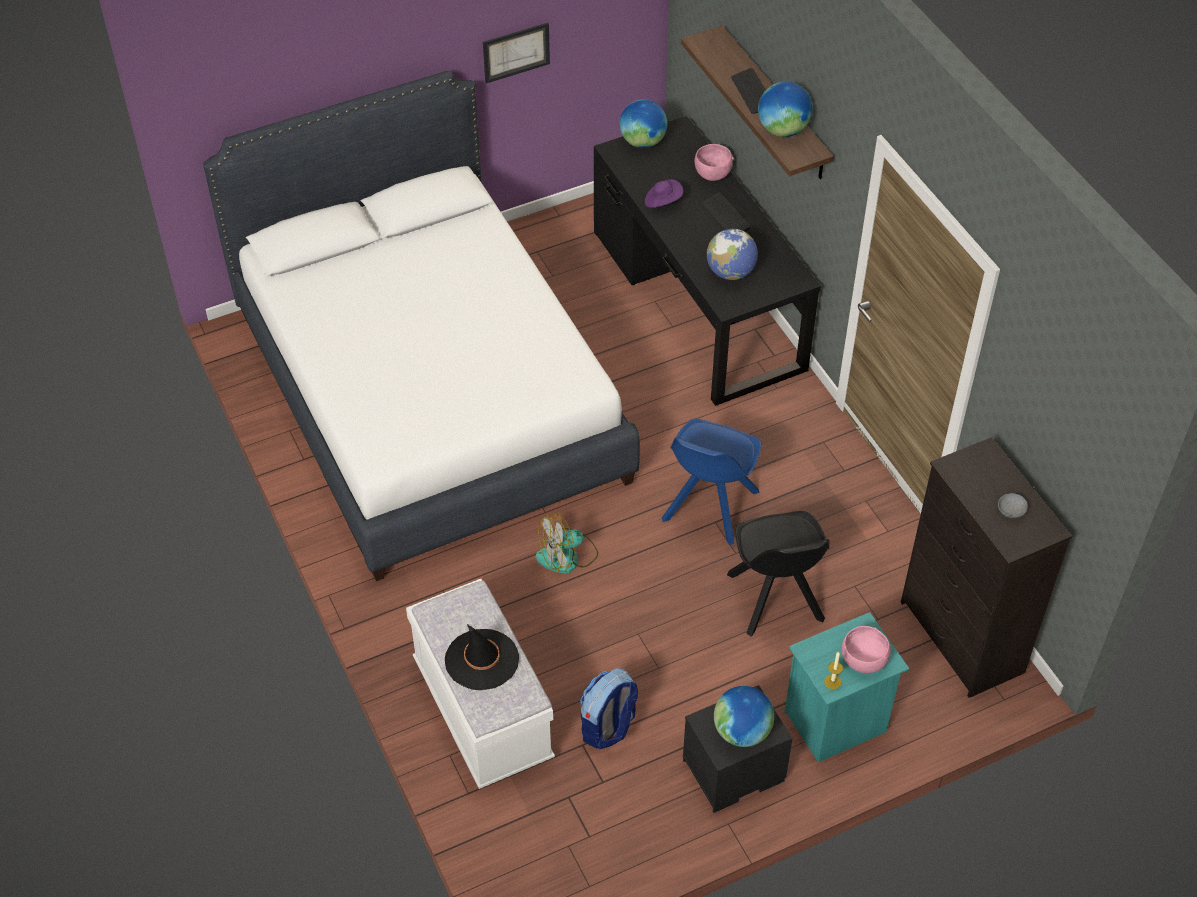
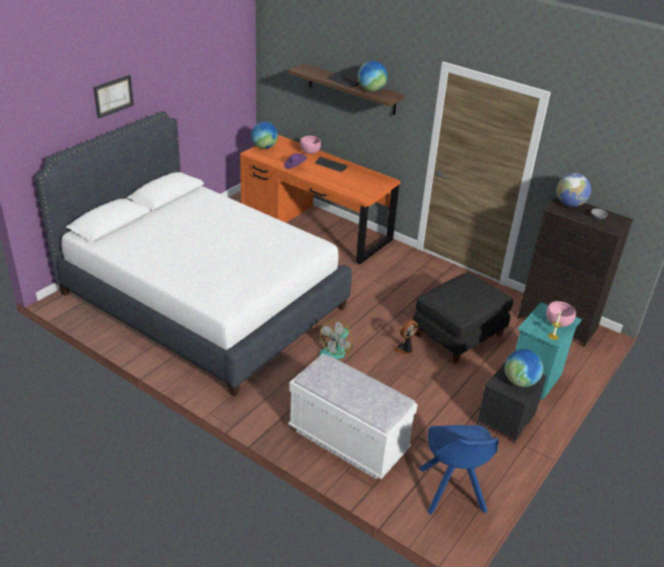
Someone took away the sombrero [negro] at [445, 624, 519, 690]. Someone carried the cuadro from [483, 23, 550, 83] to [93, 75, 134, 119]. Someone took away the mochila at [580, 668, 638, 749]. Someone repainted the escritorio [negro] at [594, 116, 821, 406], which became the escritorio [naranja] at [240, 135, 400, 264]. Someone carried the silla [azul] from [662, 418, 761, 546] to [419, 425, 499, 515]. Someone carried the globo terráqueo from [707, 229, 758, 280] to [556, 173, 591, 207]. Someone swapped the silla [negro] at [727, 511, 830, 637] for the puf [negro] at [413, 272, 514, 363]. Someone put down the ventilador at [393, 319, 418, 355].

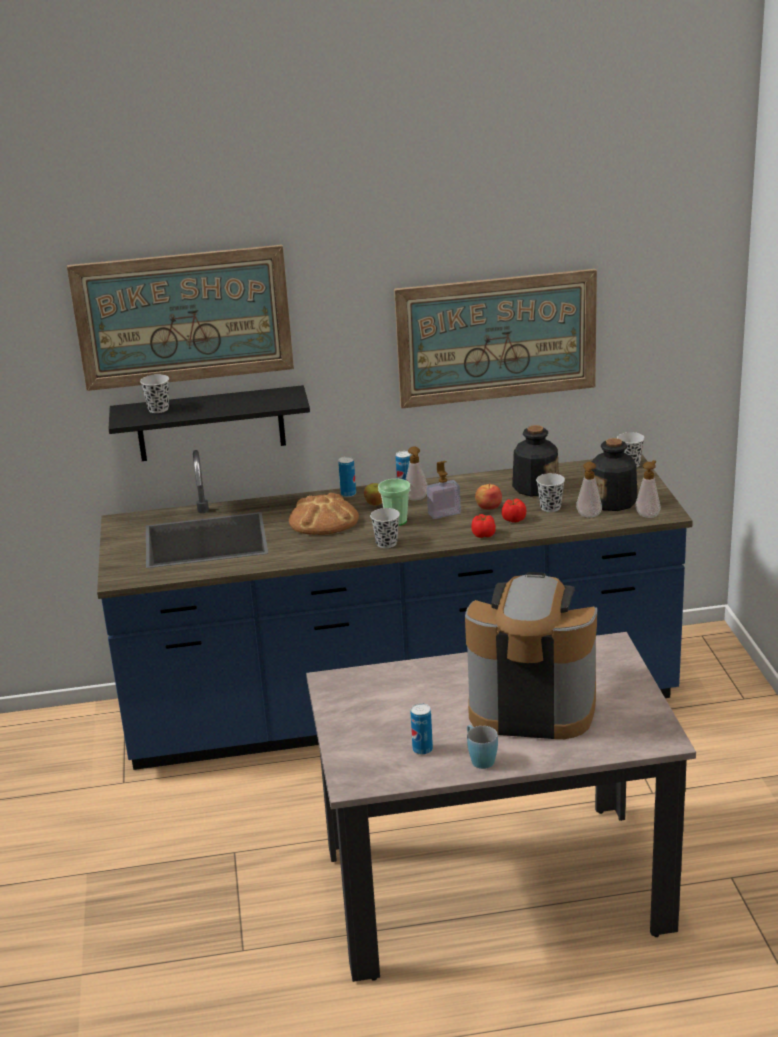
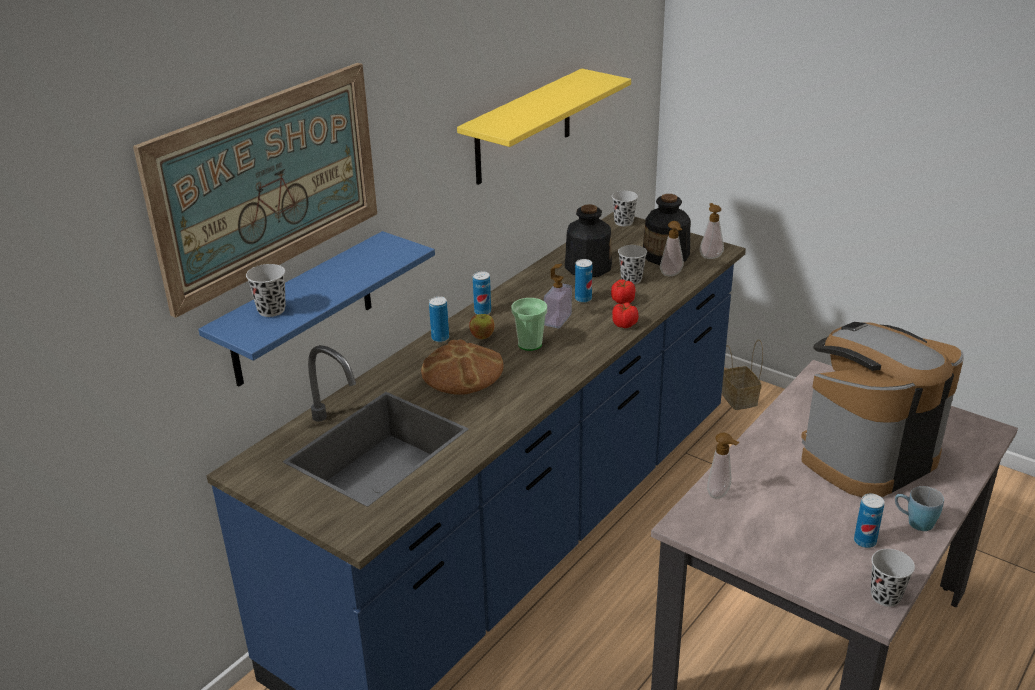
Someone repainted the estante [negro] at [109, 385, 310, 461], which became the estante [azul] at [198, 231, 435, 387]. Someone carried the taza [negro] from [370, 508, 400, 548] to [871, 549, 915, 607]. Someone swapped the cuadro at [394, 269, 597, 408] for the estante [amarillo] at [457, 69, 631, 185]. Someone carried the dispensador de jabón from [406, 446, 428, 500] to [707, 433, 739, 499]. Someone swapped the manzana at [475, 484, 502, 510] for the lata at [575, 259, 592, 303]. Someone put down the cesta at [722, 339, 763, 410].

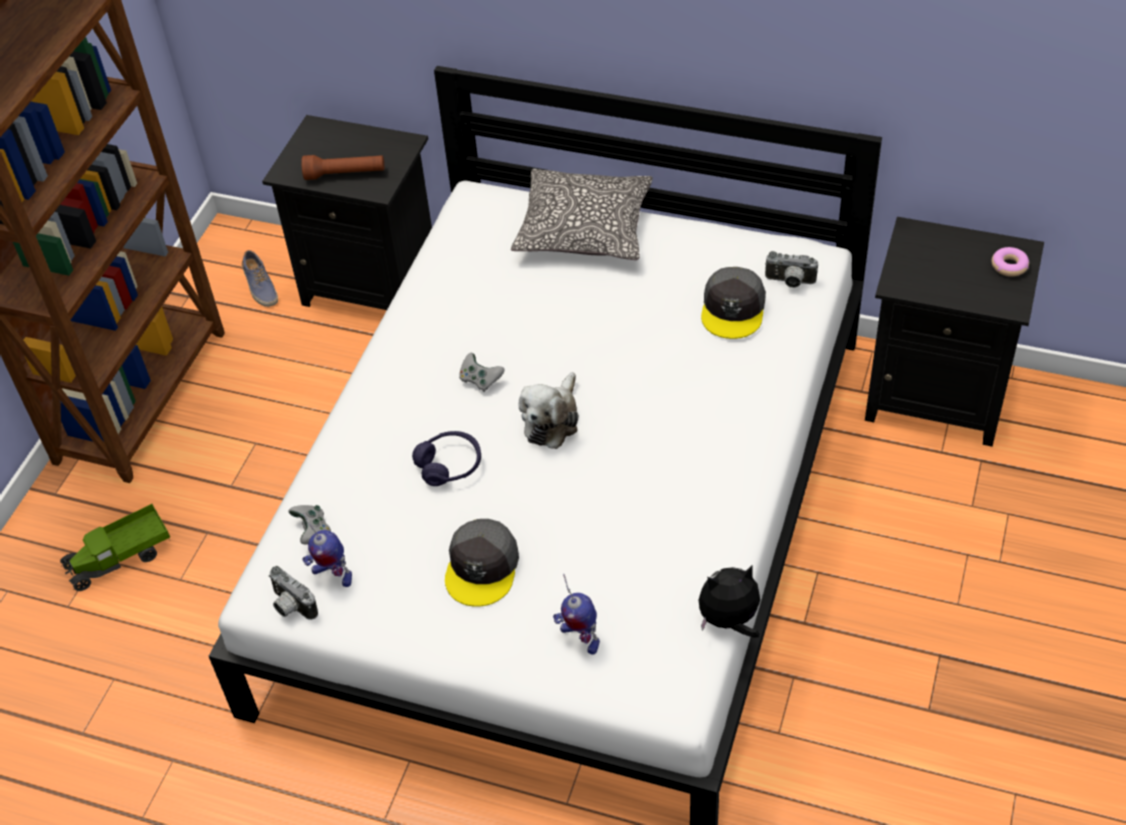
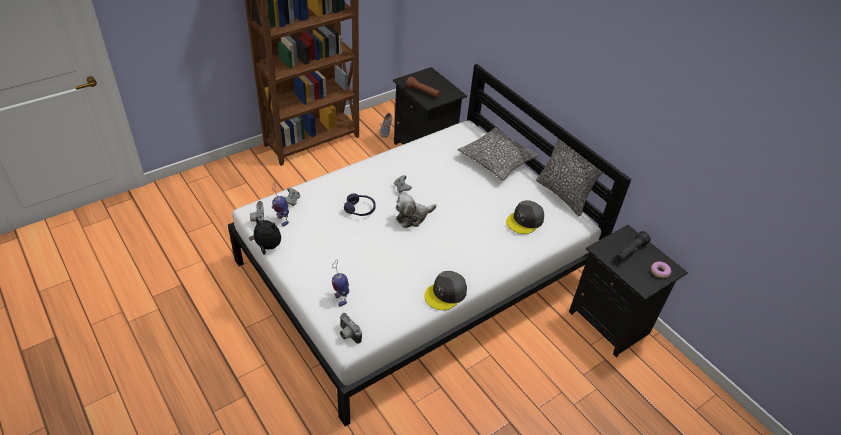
Someone took away the camión de juguete at [60, 504, 170, 591]. Someone carried the gorra [gris] from [445, 519, 519, 607] to [424, 271, 467, 310]. Someone carried the peluche from [699, 564, 760, 637] to [249, 217, 281, 255]. Someone carried the cámara from [765, 251, 818, 288] to [340, 313, 362, 344]. Someone put down the cojín at [536, 138, 603, 216]. Someone put down the linterna [negro] at [615, 231, 651, 262].

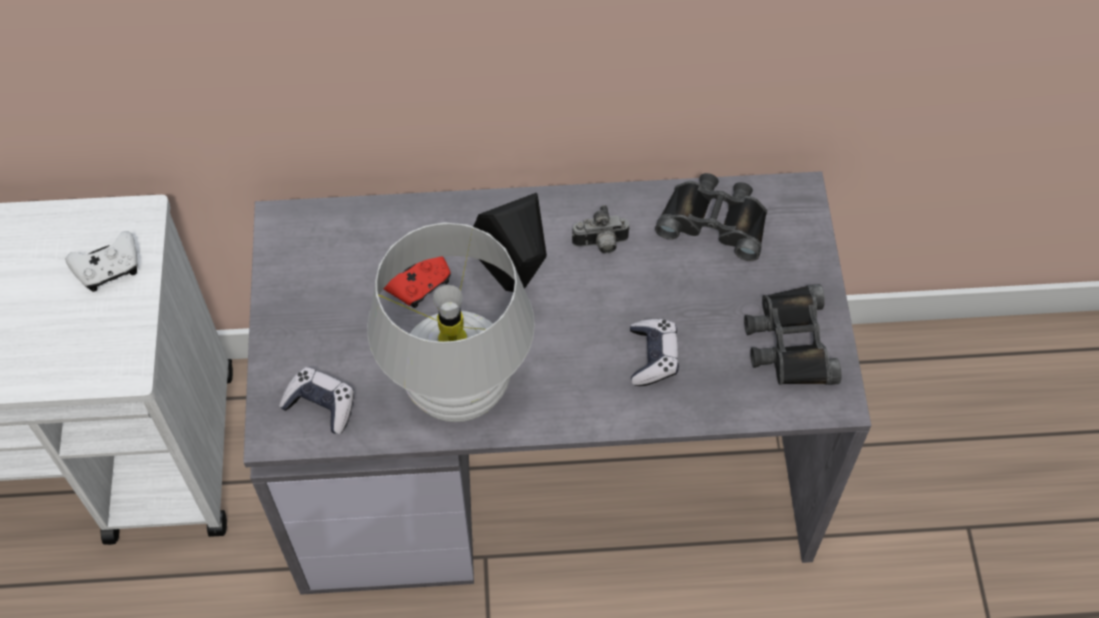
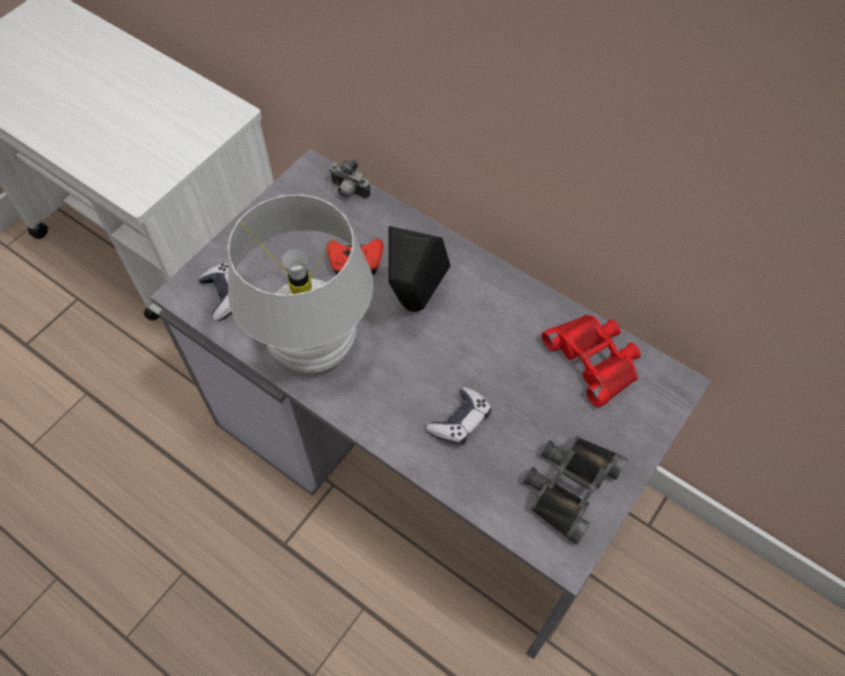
Someone took away the mando de consola [blanco] at [65, 231, 138, 292]. Someone carried the cámara from [572, 205, 630, 254] to [329, 159, 370, 199]. Someone repainted the prismáticos [negro] at [655, 173, 767, 261], which became the prismáticos [rojo] at [542, 315, 641, 408].

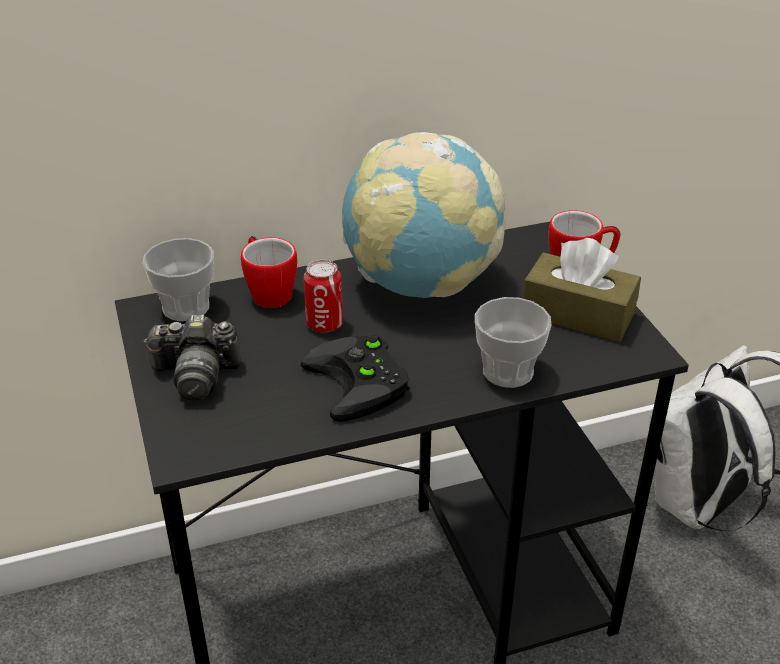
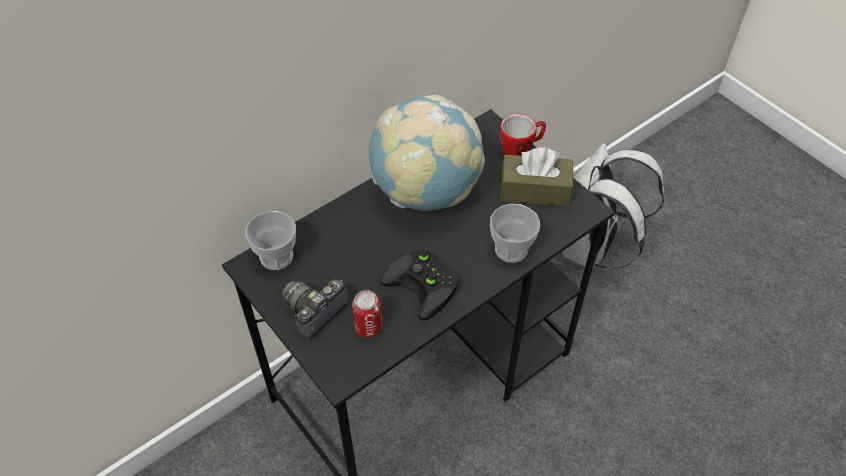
Someone rotated the cámara at [144, 314, 240, 400] by 150 degrees clockwise. Someone took away the taza grande at [241, 236, 297, 308]. Someone carried the lata from [304, 260, 343, 332] to [352, 290, 382, 338].

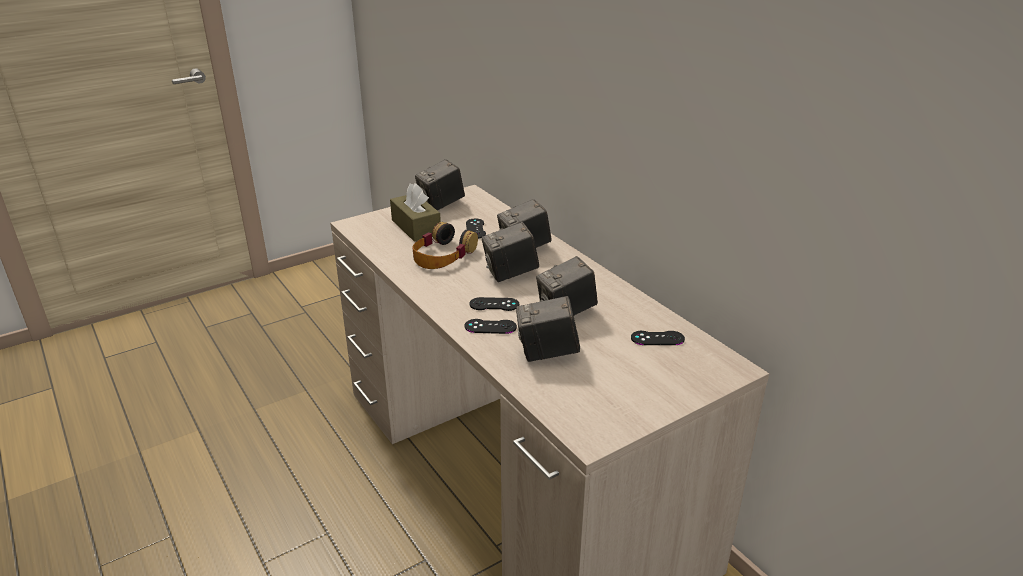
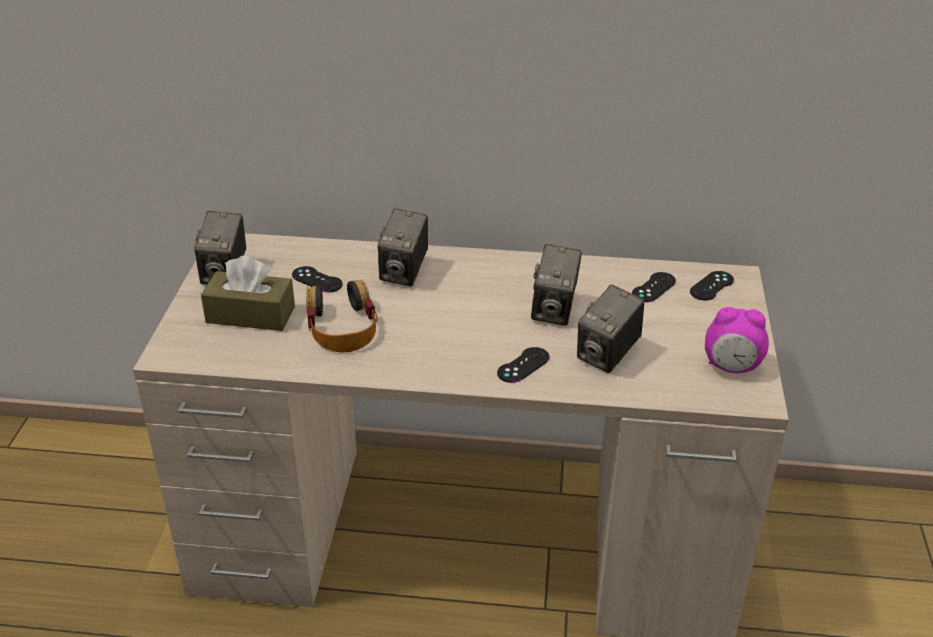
Someone carried the mando de consola [negro] from [469, 297, 519, 311] to [690, 271, 734, 301]. Someone took away the cámara at [482, 222, 539, 282]. Someone put down the despertador at [705, 307, 769, 373].

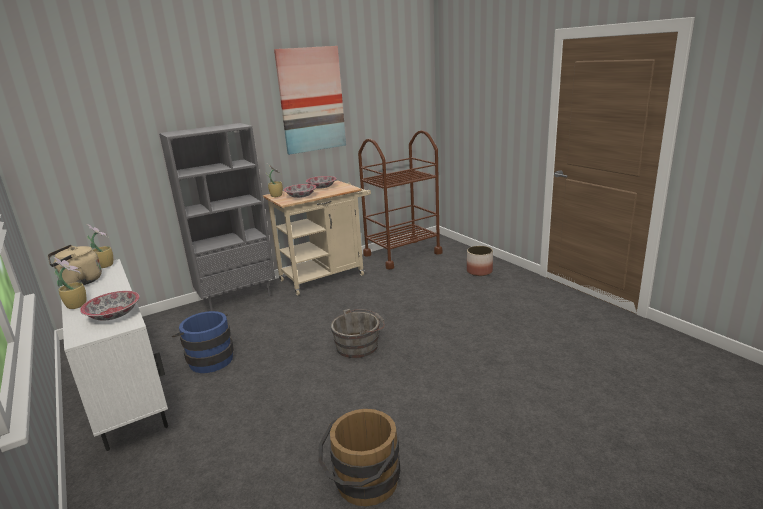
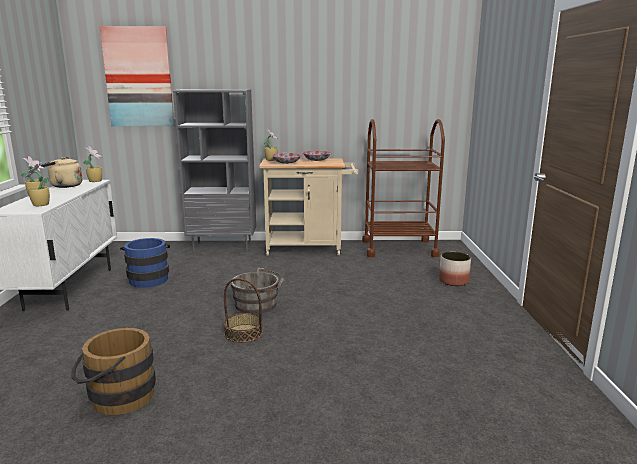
Someone swapped the cuenco at [80, 291, 140, 321] for the planta en maceta at [24, 162, 50, 206]. Someone carried the cuadro from [274, 46, 346, 155] to [100, 26, 174, 126]. Someone put down the cesta at [224, 278, 263, 343].

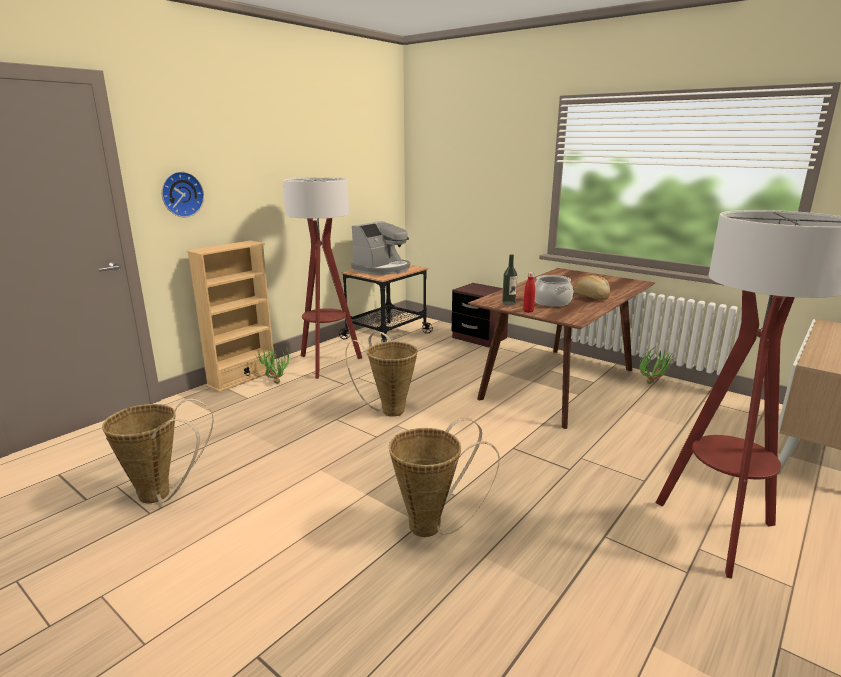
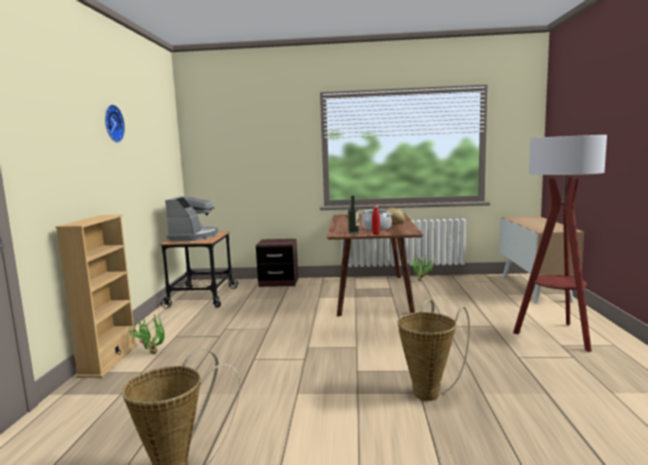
Someone carried the reloj de pared from [161, 171, 204, 217] to [105, 104, 125, 143]. Someone took away the lámpara de pie at [283, 177, 362, 379]. Someone took away the cesta at [345, 332, 418, 417].

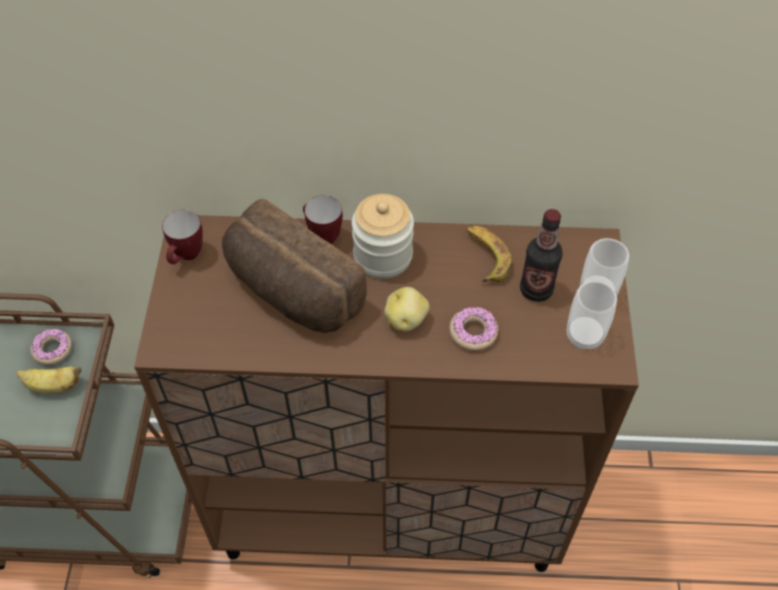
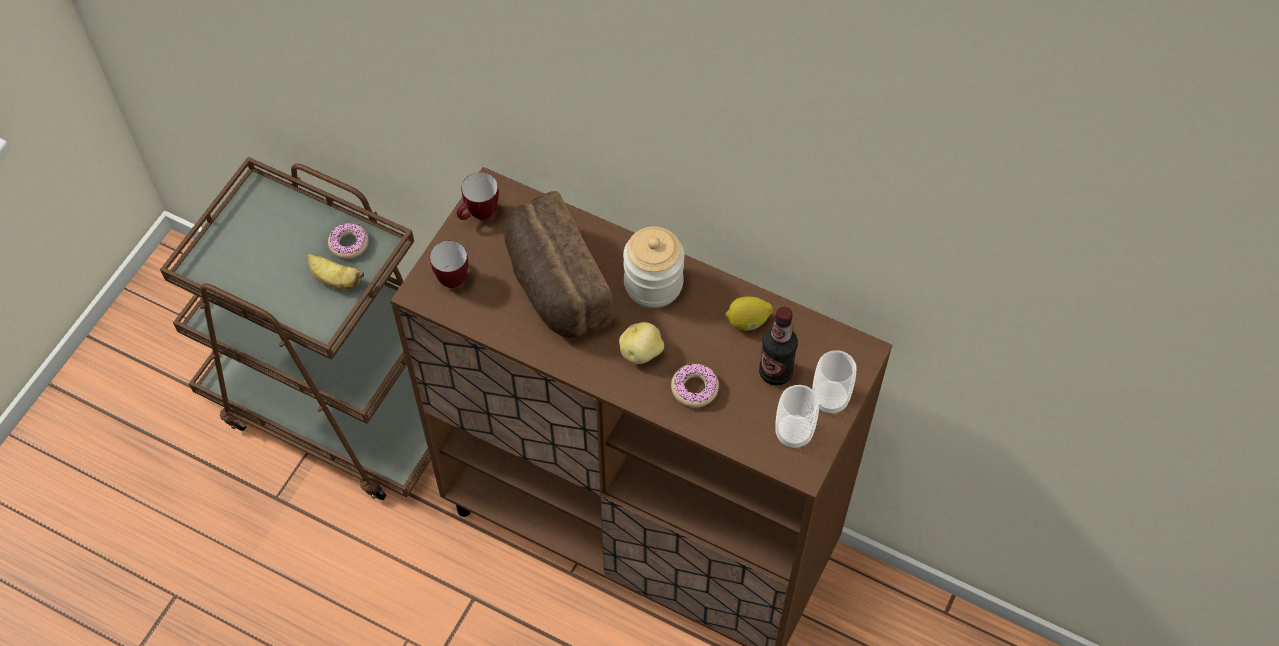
Someone carried the taza grande from [303, 195, 343, 244] to [430, 240, 468, 288]. Someone swapped the plátano at [466, 226, 513, 282] for the limón at [725, 297, 773, 331].

